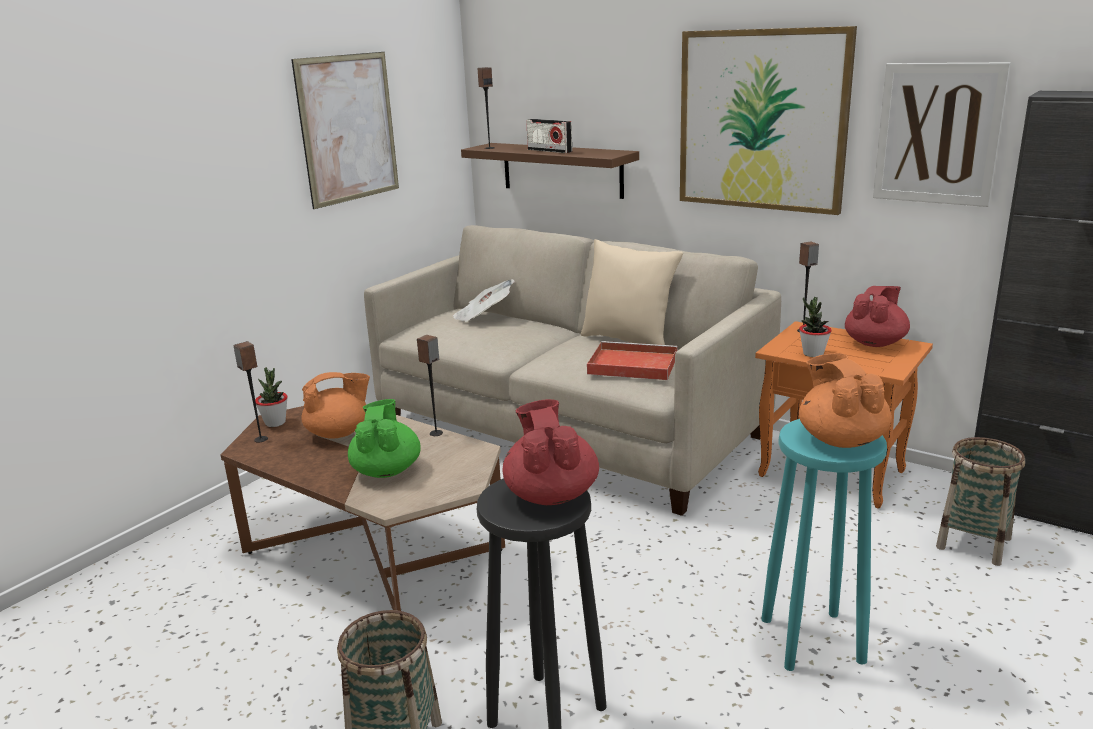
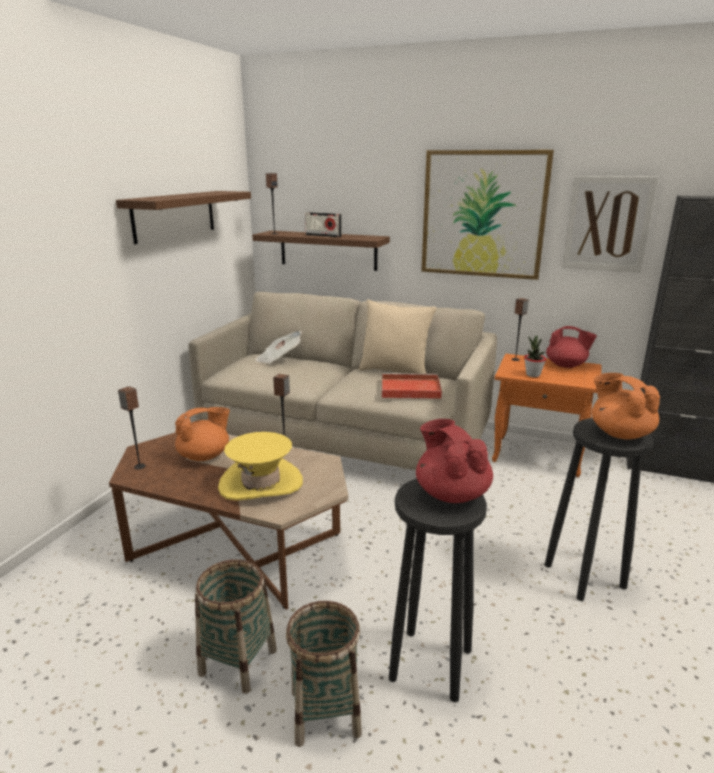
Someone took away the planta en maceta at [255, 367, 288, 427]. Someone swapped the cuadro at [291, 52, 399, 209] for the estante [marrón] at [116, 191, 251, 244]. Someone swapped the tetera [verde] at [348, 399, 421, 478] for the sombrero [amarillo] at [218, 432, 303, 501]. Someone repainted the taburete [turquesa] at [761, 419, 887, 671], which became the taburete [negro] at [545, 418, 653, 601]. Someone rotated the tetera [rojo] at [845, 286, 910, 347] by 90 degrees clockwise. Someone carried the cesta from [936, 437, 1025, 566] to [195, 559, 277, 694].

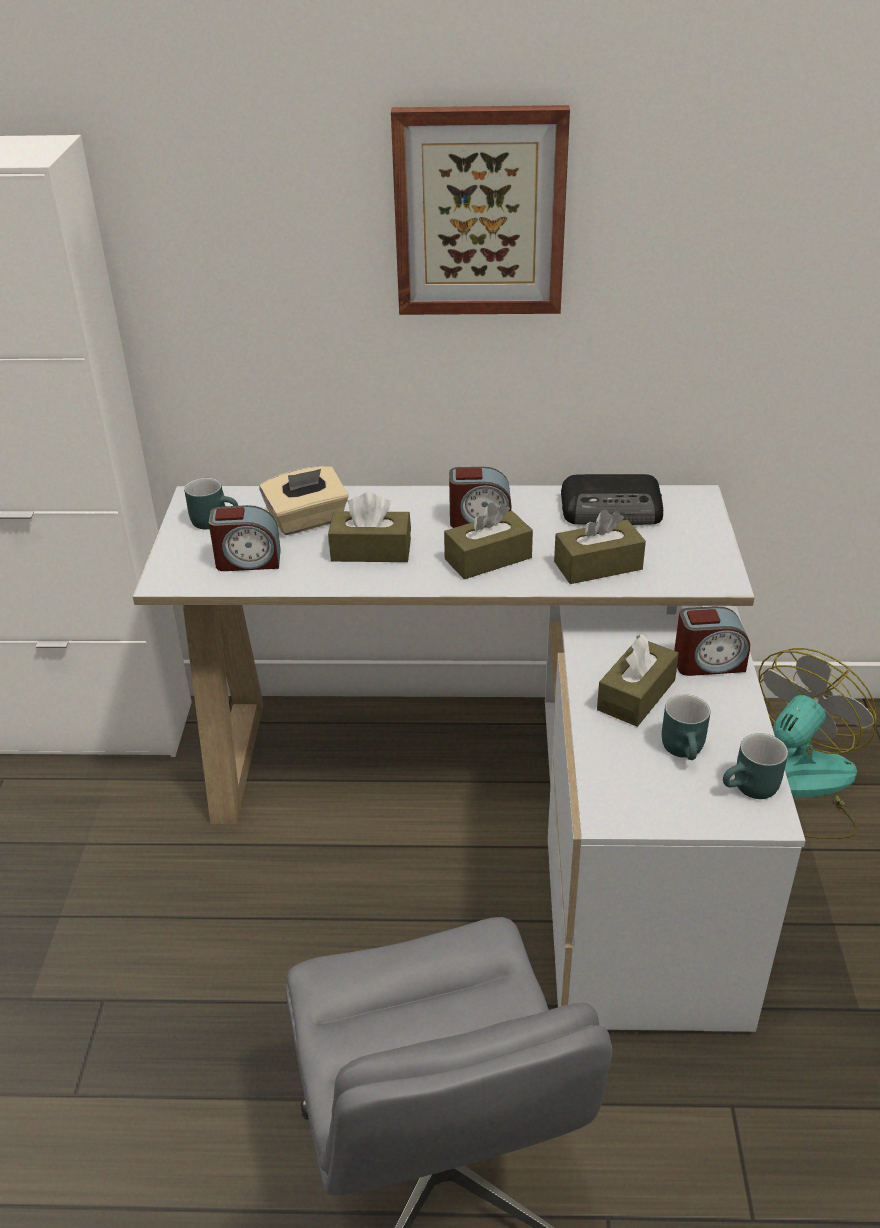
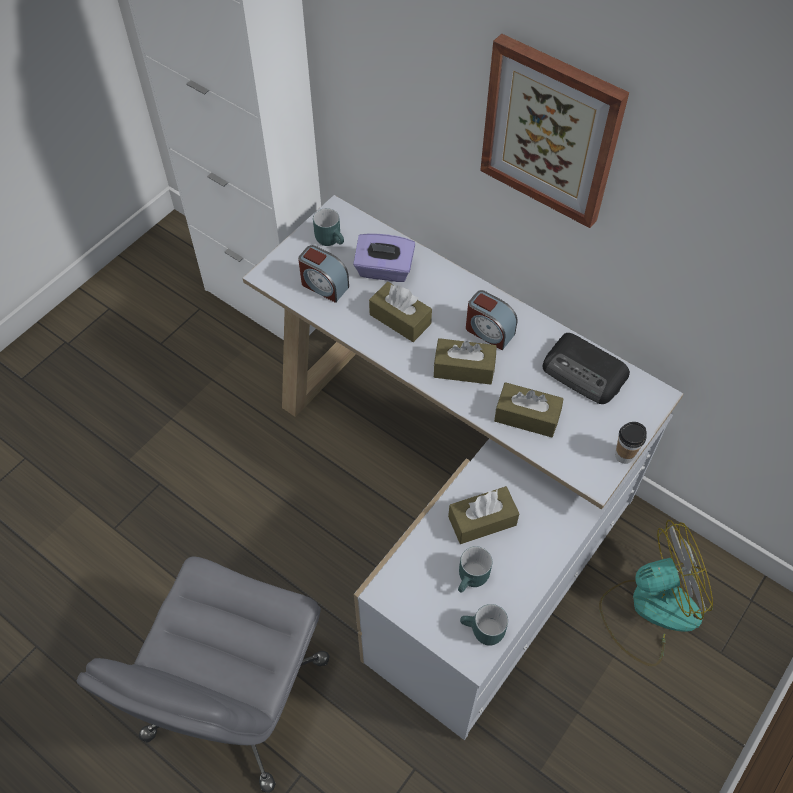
Someone repainted the caja de pañuelos [beis] at [259, 466, 348, 535], which became the caja de pañuelos [morado] at [353, 233, 415, 282]. Someone took away the despertador at [674, 606, 750, 676]. Someone put down the taza at [615, 422, 647, 464].

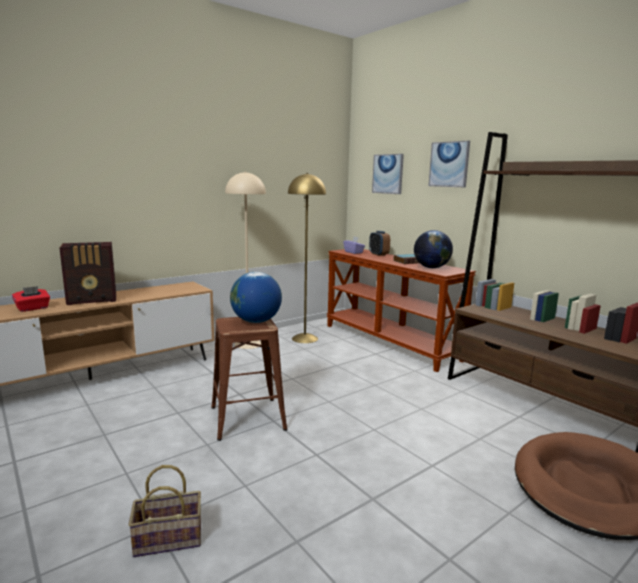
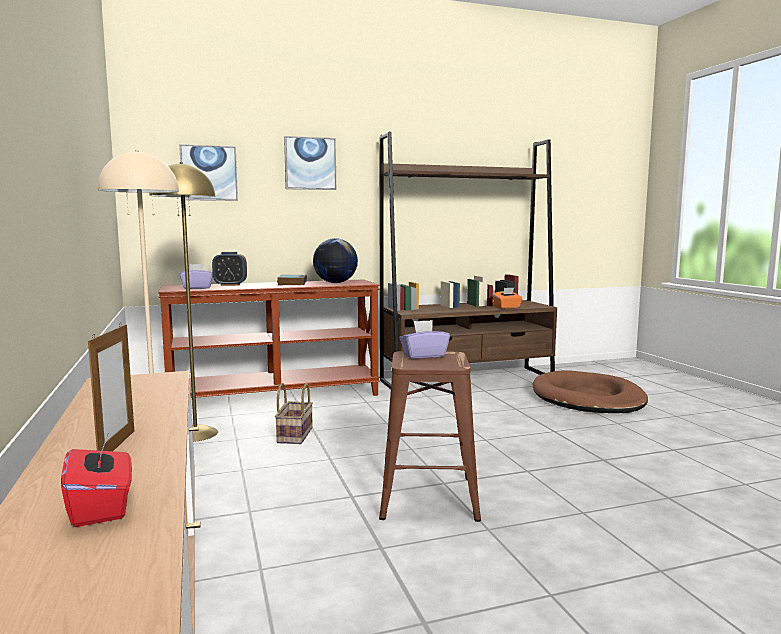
Someone swapped the radio at [59, 242, 116, 305] for the portarretratos at [88, 323, 134, 451]. Someone carried the cesta from [128, 465, 201, 557] to [275, 383, 313, 444]. Someone swapped the globo terráqueo at [230, 272, 282, 323] for the caja de pañuelos [morado] at [400, 320, 450, 359]. Someone put down the caja de pañuelos [naranja] at [492, 288, 523, 309].

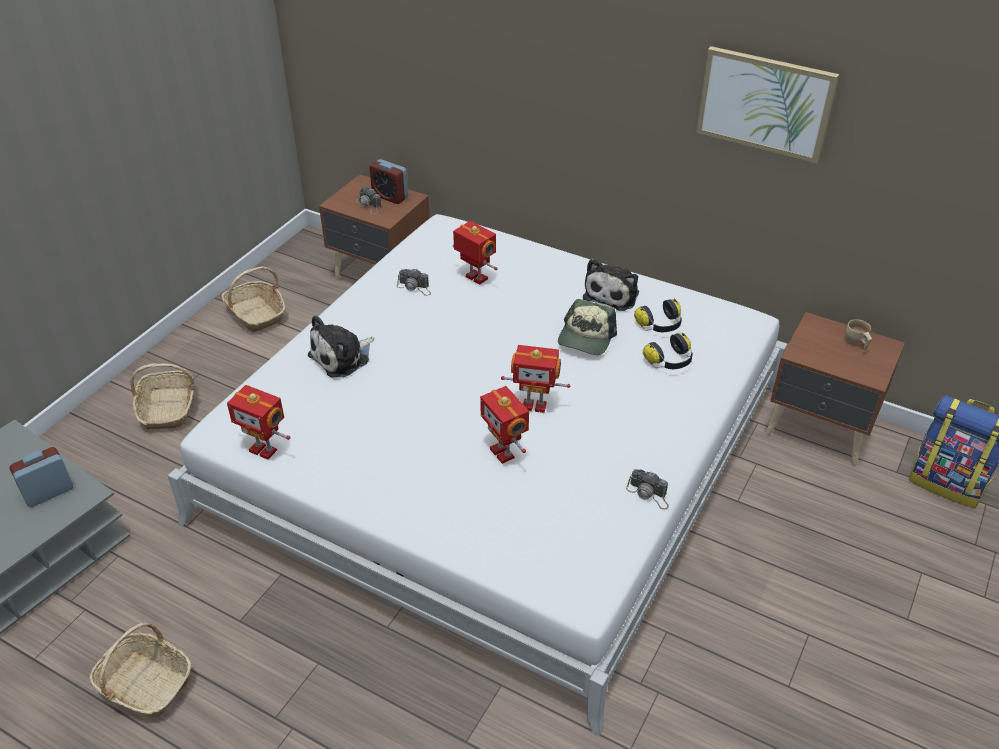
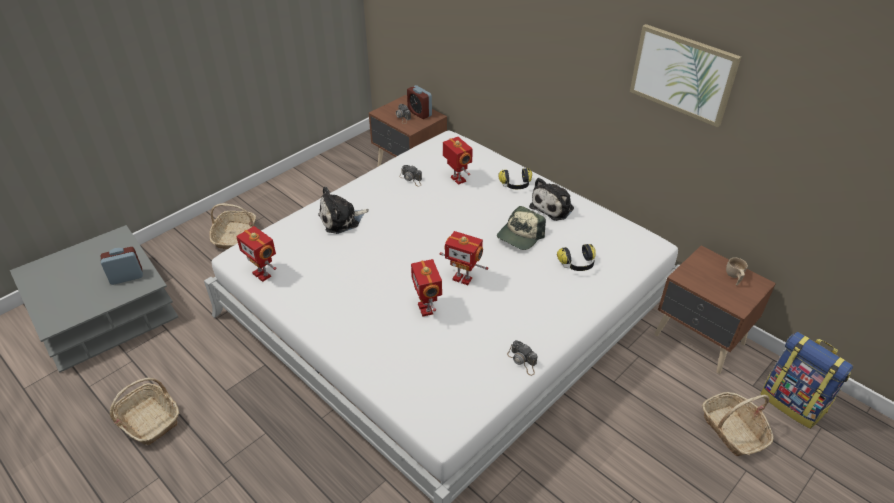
Someone carried the cesta from [222, 267, 286, 332] to [702, 392, 774, 456]. Someone carried the auriculares from [634, 299, 682, 332] to [498, 168, 532, 189].

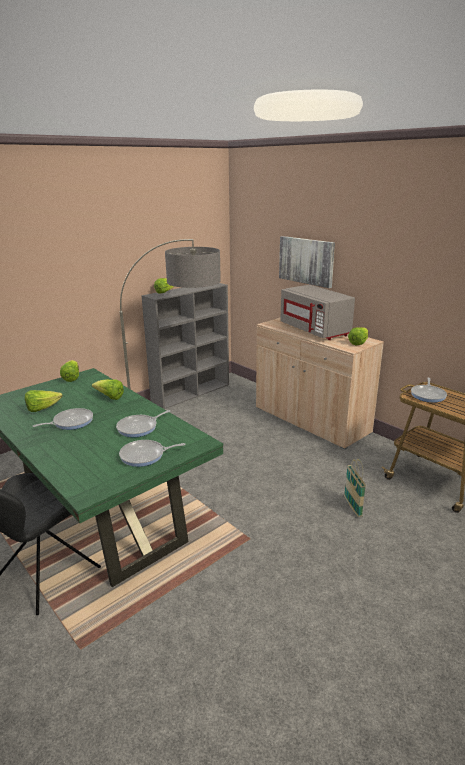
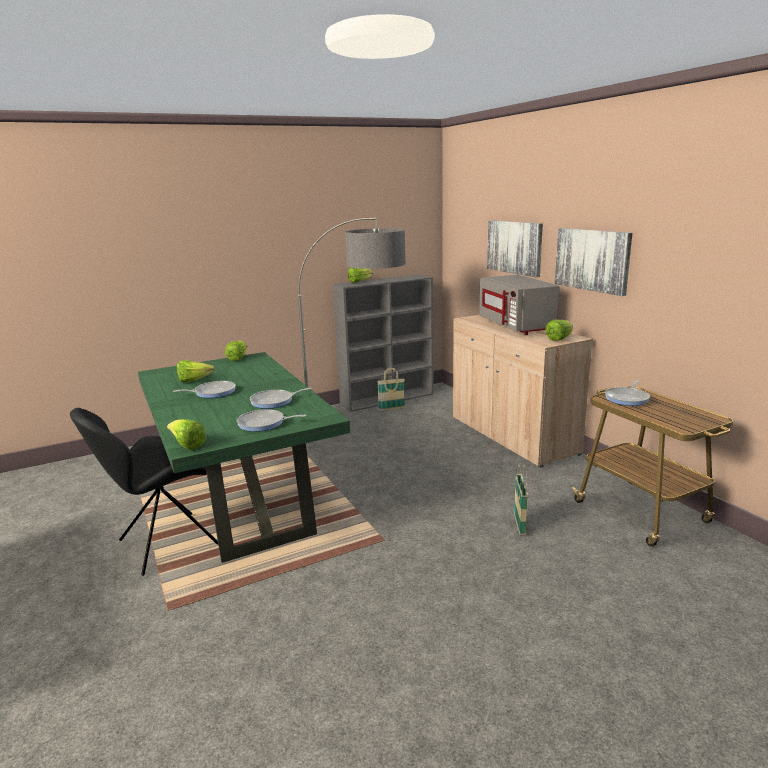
Someone carried the lechuga from [92, 379, 124, 400] to [167, 419, 206, 450]. Someone put down the cesta at [377, 368, 405, 411]. Someone put up the cuadro at [554, 228, 632, 296].

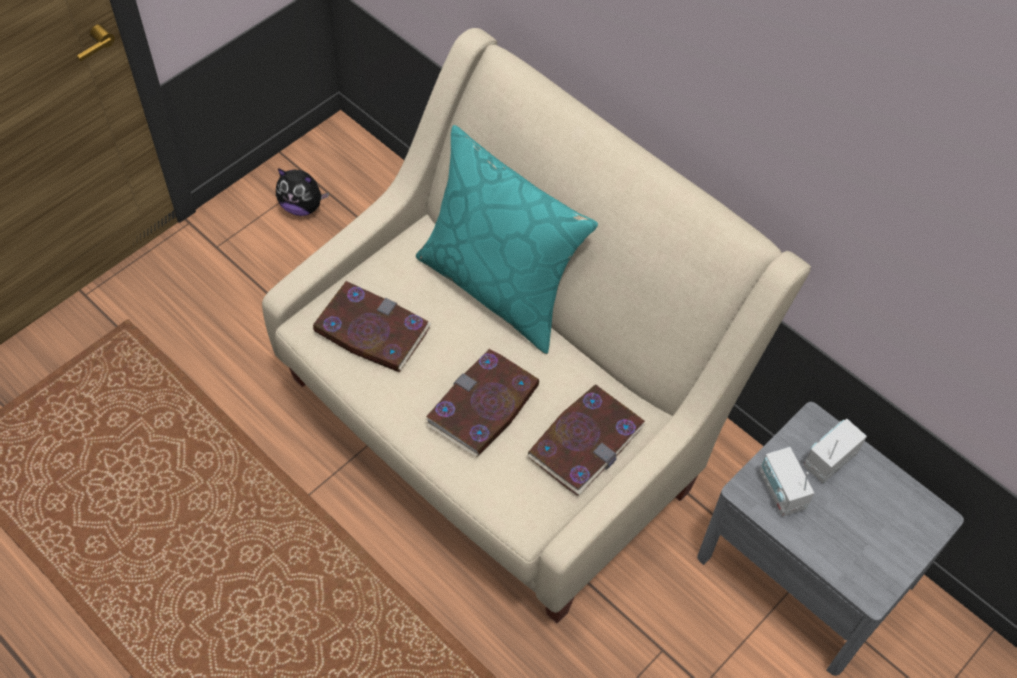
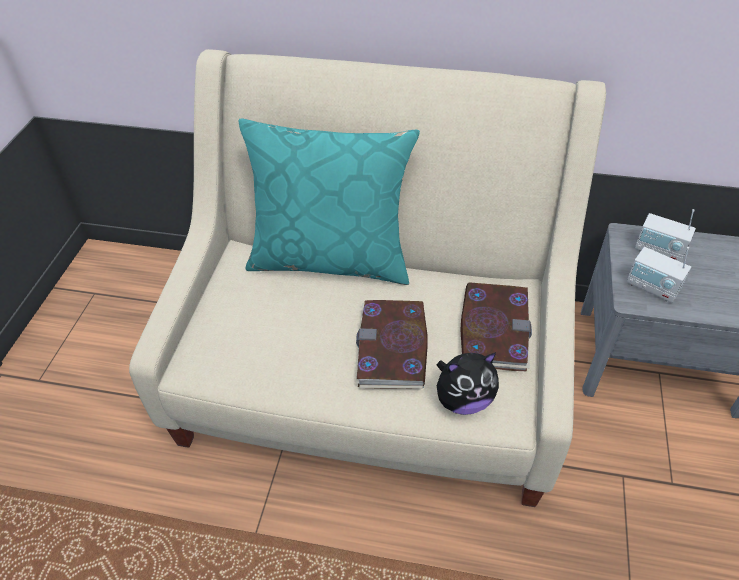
Someone carried the peluche from [276, 168, 329, 216] to [436, 352, 499, 415]. Someone took away the libro at [312, 281, 432, 372]. Someone rotated the radio at [804, 419, 867, 483] by 75 degrees counterclockwise.

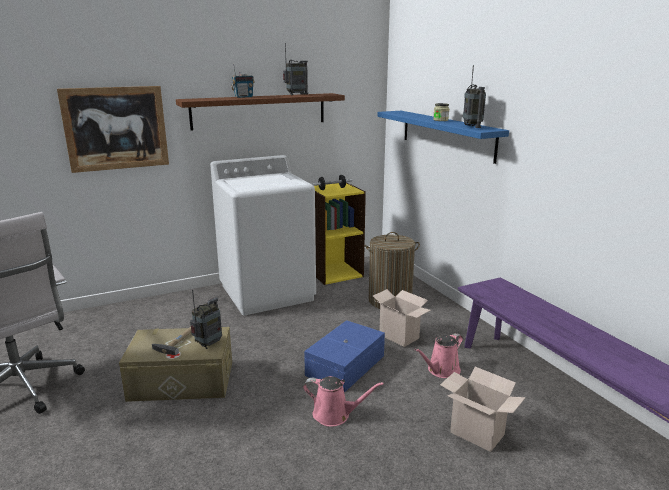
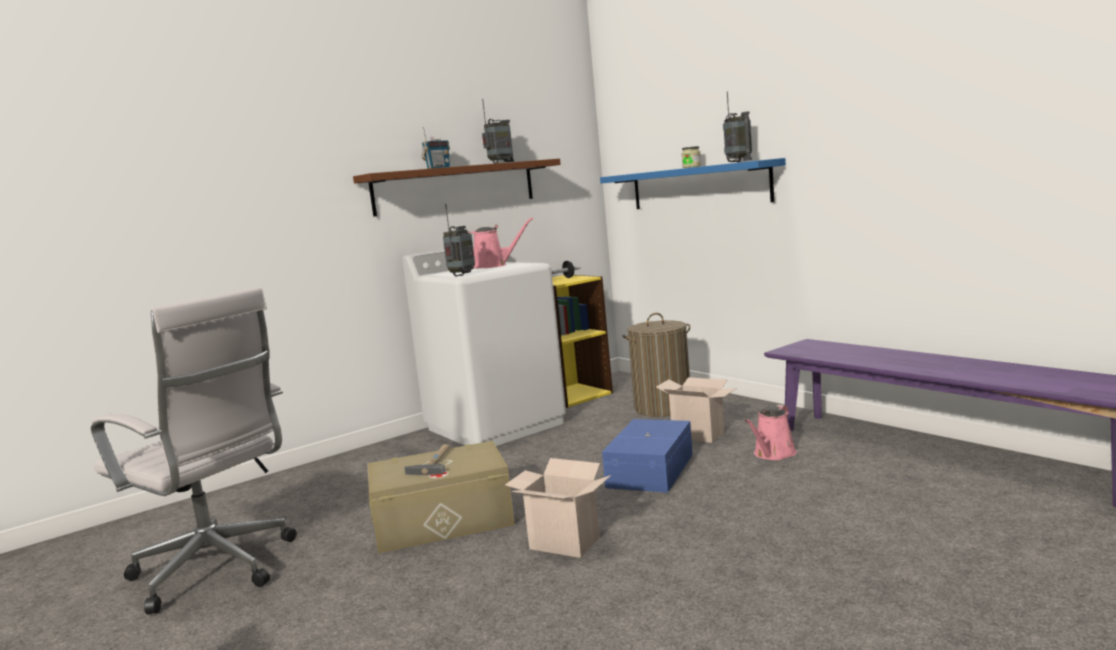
Someone took away the cuadro at [57, 86, 169, 173]. Someone carried the radio from [190, 290, 222, 349] to [443, 204, 475, 277]. Someone carried the regadera [rosa] from [303, 376, 384, 427] to [468, 217, 533, 268]. Someone carried the caja de cartón from [440, 367, 525, 452] to [505, 458, 611, 558].

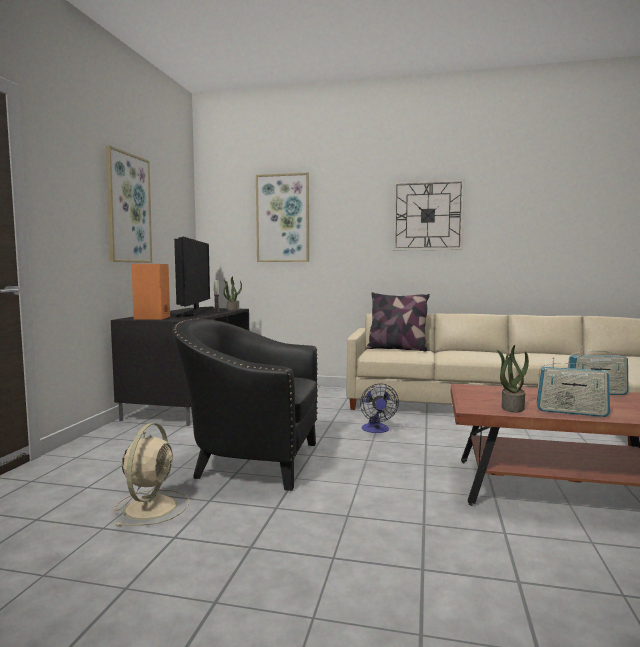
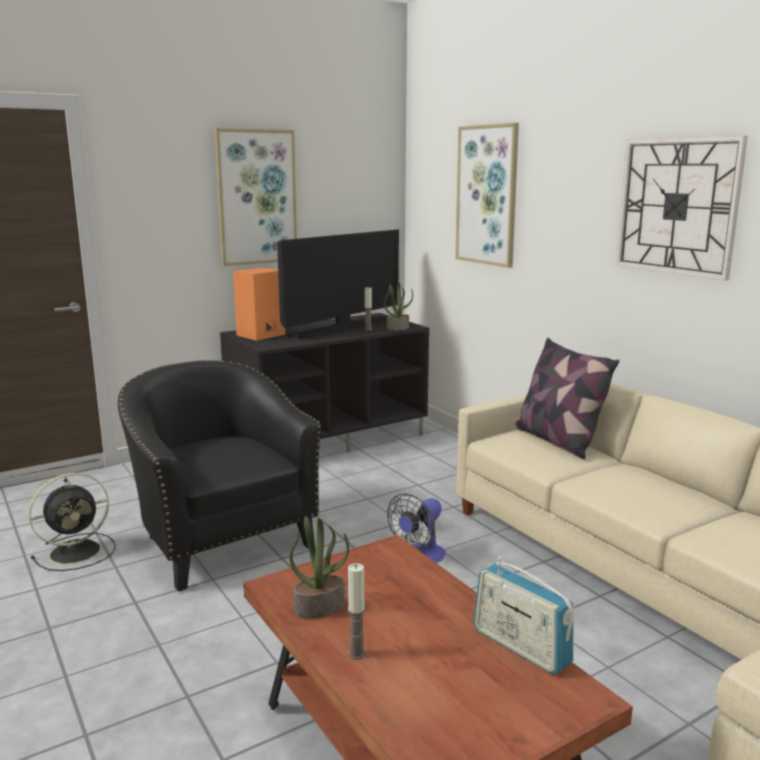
Someone repainted the ventilador [beis] at [114, 423, 189, 526], which became the ventilador [negro] at [29, 473, 116, 571]. Someone swapped the radio at [536, 357, 610, 417] for the vela at [348, 563, 365, 660].

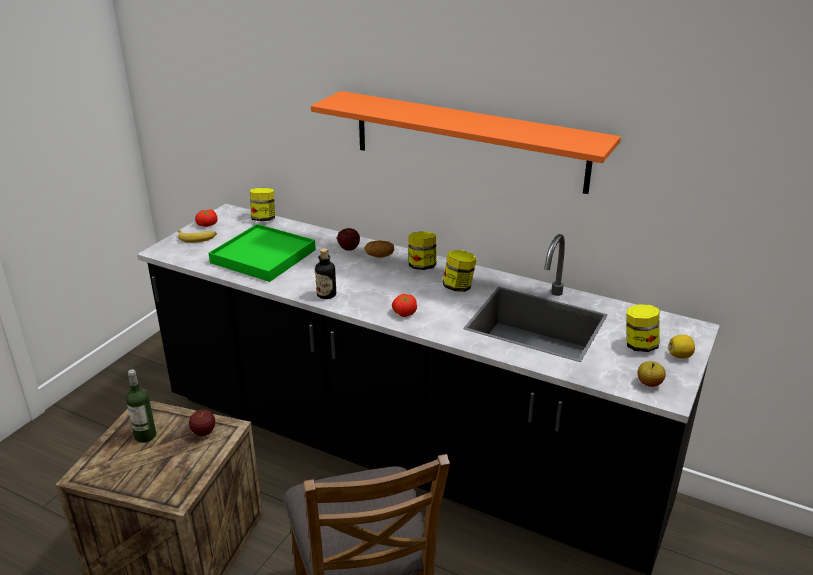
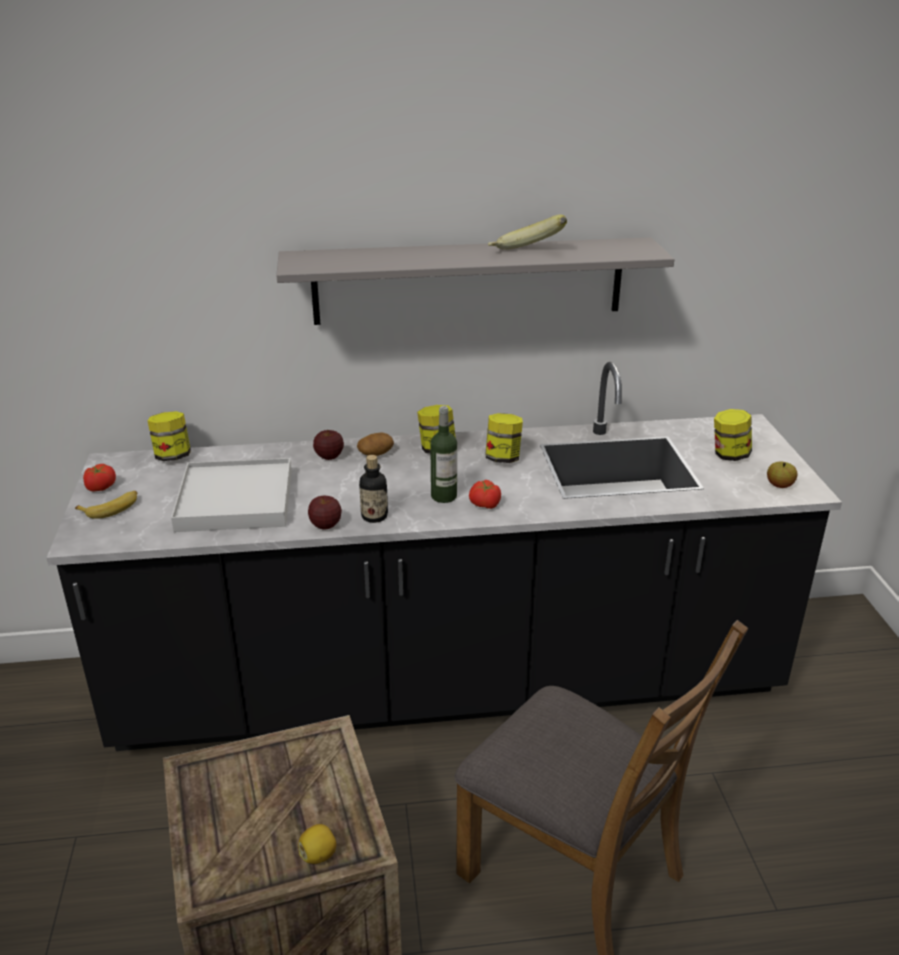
Someone carried the botella from [126, 369, 156, 443] to [430, 406, 457, 503]. Someone carried the manzana from [189, 410, 215, 436] to [308, 496, 342, 530]. Someone repainted the bandeja [verde] at [209, 224, 316, 282], which became the bandeja [blanco] at [171, 458, 292, 532]. Someone repainted the estante [naranja] at [311, 91, 621, 194], which became the estante [gris] at [276, 237, 674, 325]. Someone carried the limón from [668, 335, 695, 358] to [298, 824, 336, 864]. Someone put down the plátano at [488, 215, 567, 250].

